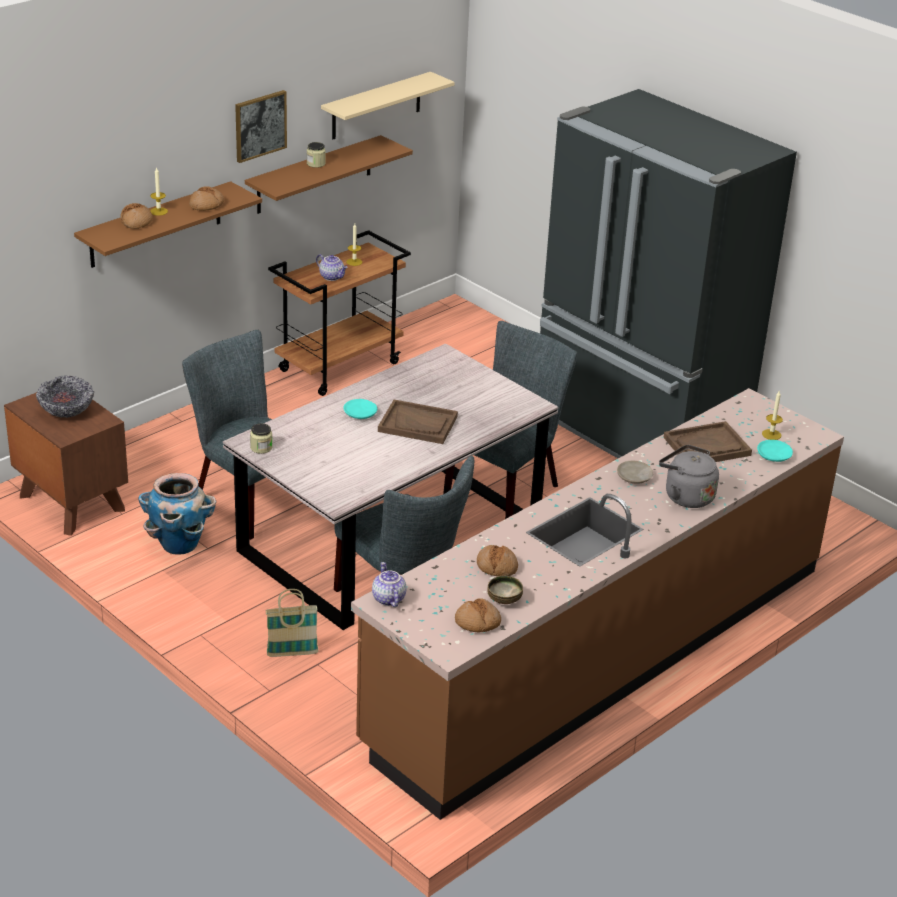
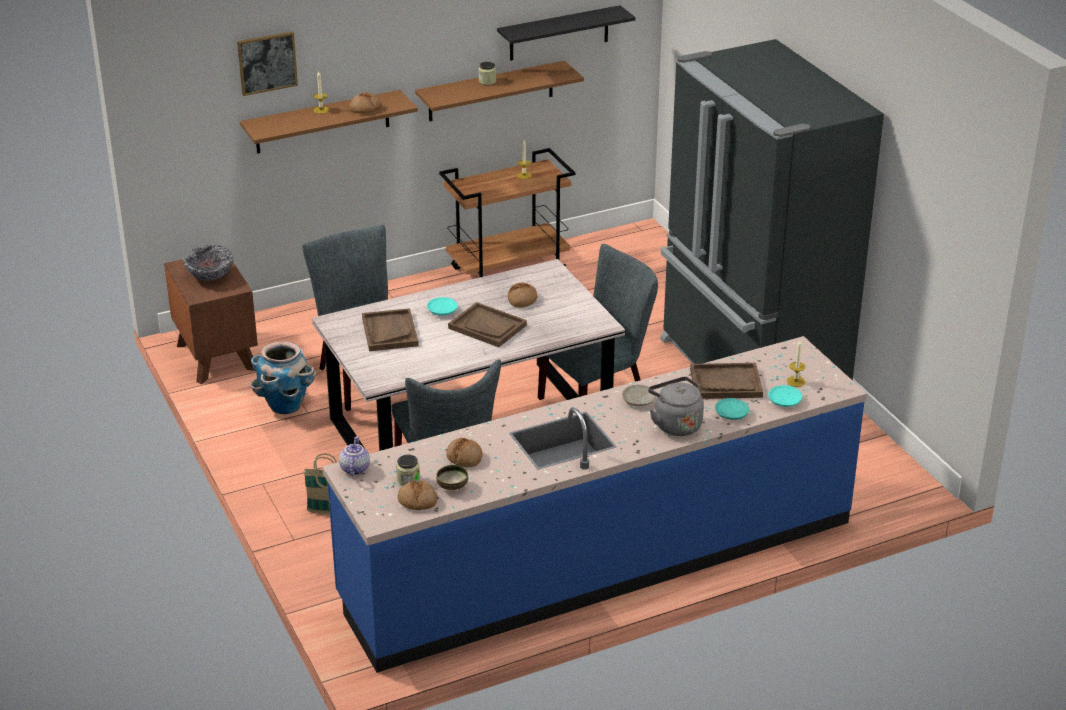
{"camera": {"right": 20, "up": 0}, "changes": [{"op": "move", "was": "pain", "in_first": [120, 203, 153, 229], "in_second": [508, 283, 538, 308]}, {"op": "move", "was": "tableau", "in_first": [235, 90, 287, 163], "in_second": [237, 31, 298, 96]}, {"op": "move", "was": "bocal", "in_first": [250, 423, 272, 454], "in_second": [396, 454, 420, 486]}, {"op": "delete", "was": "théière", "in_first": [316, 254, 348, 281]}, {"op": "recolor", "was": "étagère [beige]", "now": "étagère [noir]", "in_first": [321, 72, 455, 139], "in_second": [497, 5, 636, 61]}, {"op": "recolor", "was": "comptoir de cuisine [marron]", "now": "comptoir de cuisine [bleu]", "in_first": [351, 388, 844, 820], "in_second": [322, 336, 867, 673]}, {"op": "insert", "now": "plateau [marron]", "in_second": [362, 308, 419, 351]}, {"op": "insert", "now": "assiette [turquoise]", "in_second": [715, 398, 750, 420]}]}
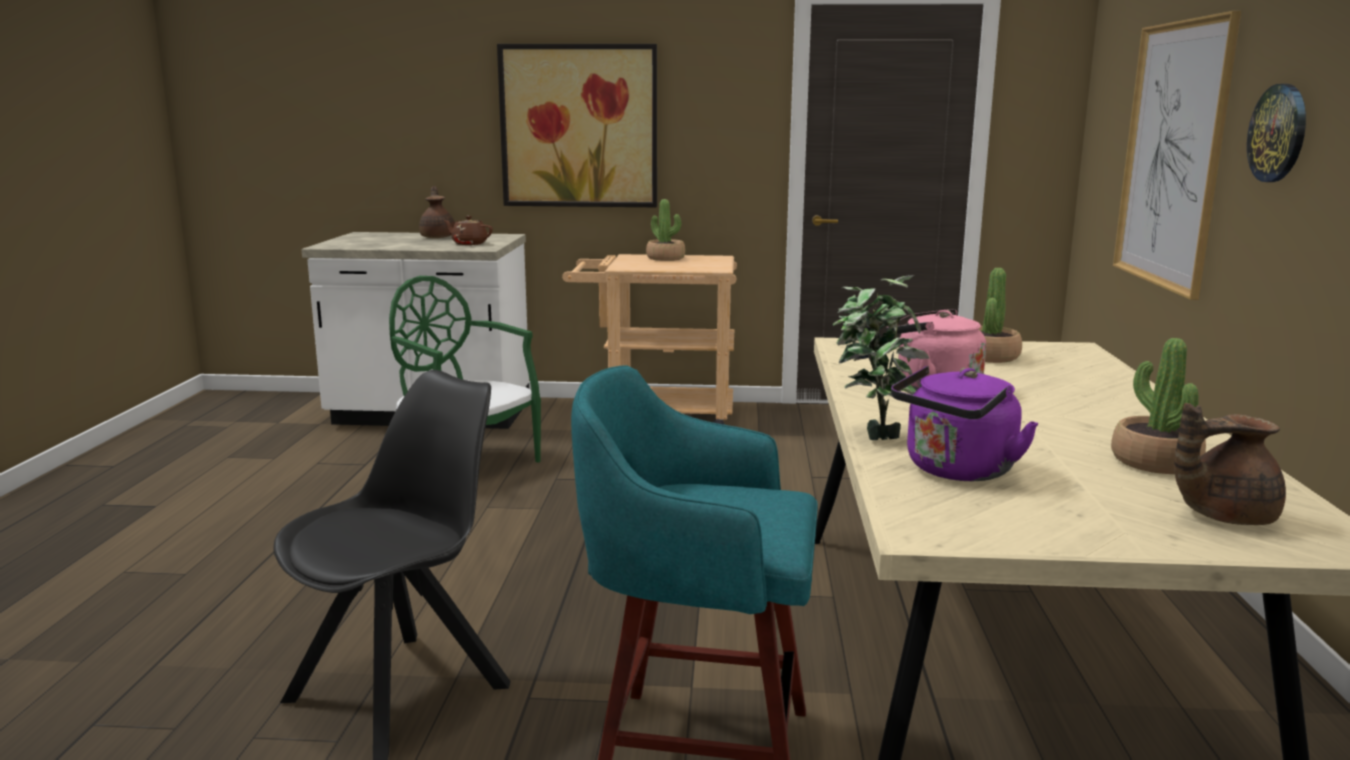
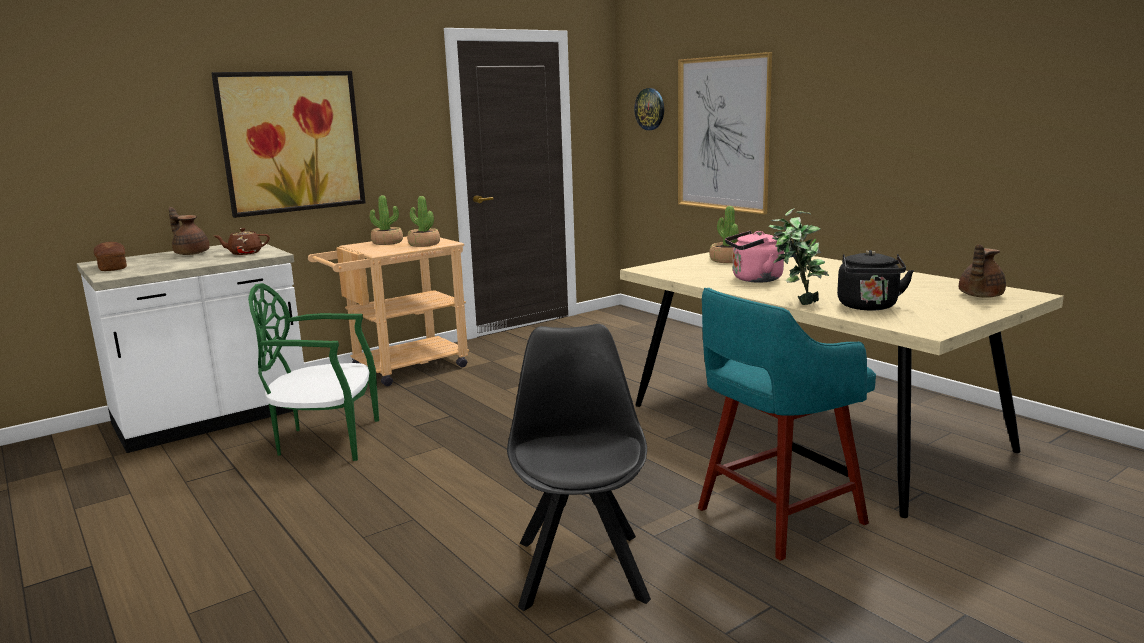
{"camera": {"right": -40, "up": 0}, "changes": [{"op": "recolor", "was": "bouilloire [violet]", "now": "bouilloire [noir]", "in_first": [891, 366, 1039, 481], "in_second": [837, 250, 914, 310]}, {"op": "move", "was": "plante en pot", "in_first": [1111, 338, 1206, 474], "in_second": [407, 196, 440, 247]}, {"op": "move", "was": "horloge murale", "in_first": [1247, 84, 1306, 182], "in_second": [634, 88, 664, 130]}, {"op": "insert", "now": "pain", "in_second": [94, 242, 127, 271]}]}
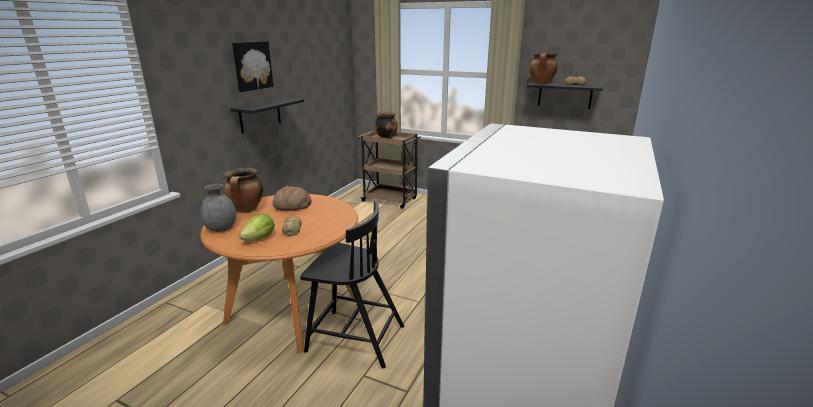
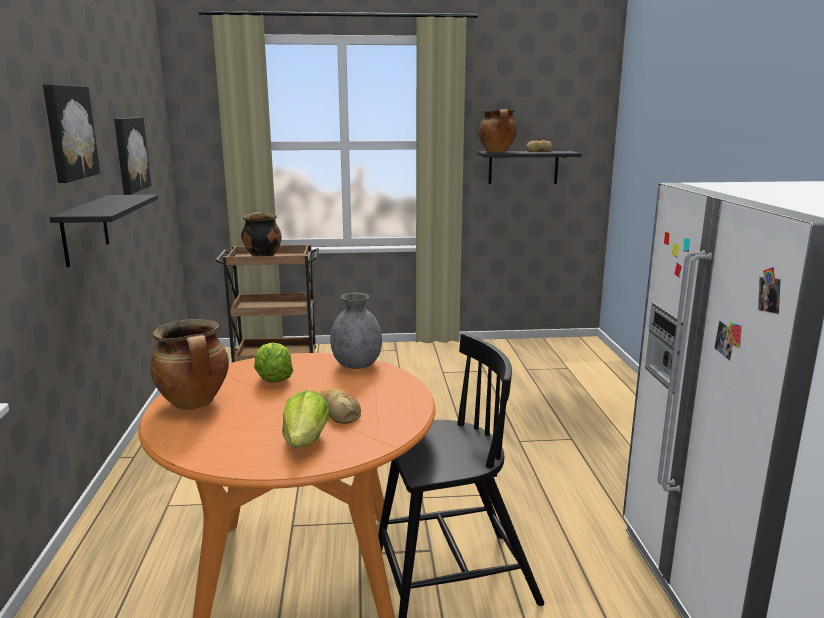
{"camera": {"right": -30, "up": -5}, "changes": [{"op": "move", "was": "vase [gris]", "in_first": [200, 184, 236, 232], "in_second": [330, 293, 382, 369]}, {"op": "replace", "was": "pain", "now": "laitue", "in_first": [273, 186, 312, 211], "in_second": [254, 342, 293, 383]}, {"op": "insert", "now": "tableau", "in_second": [114, 117, 151, 195]}]}
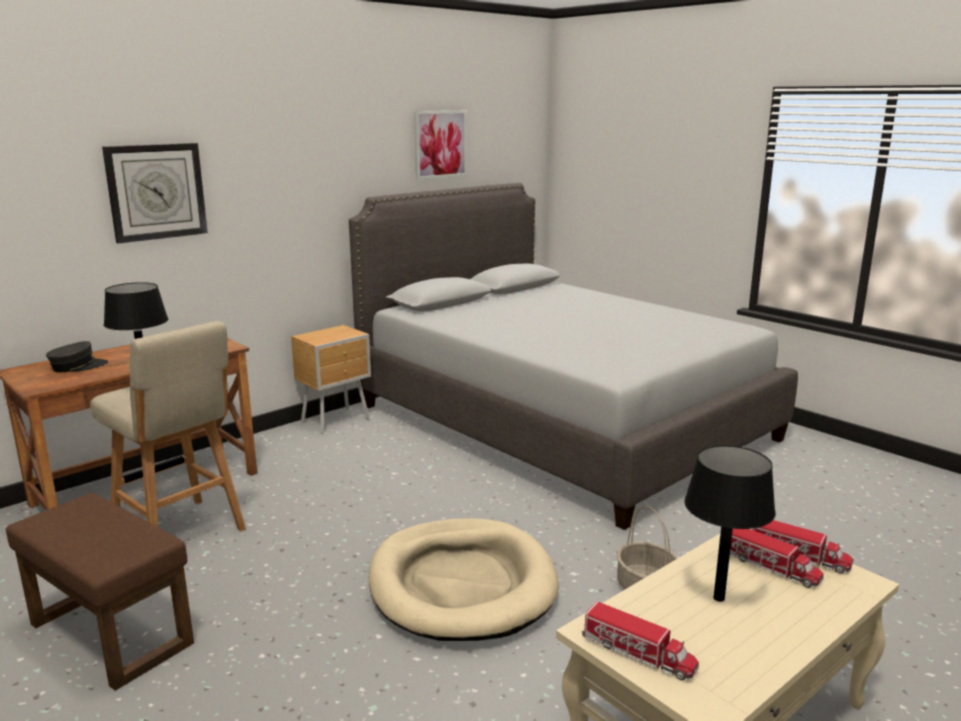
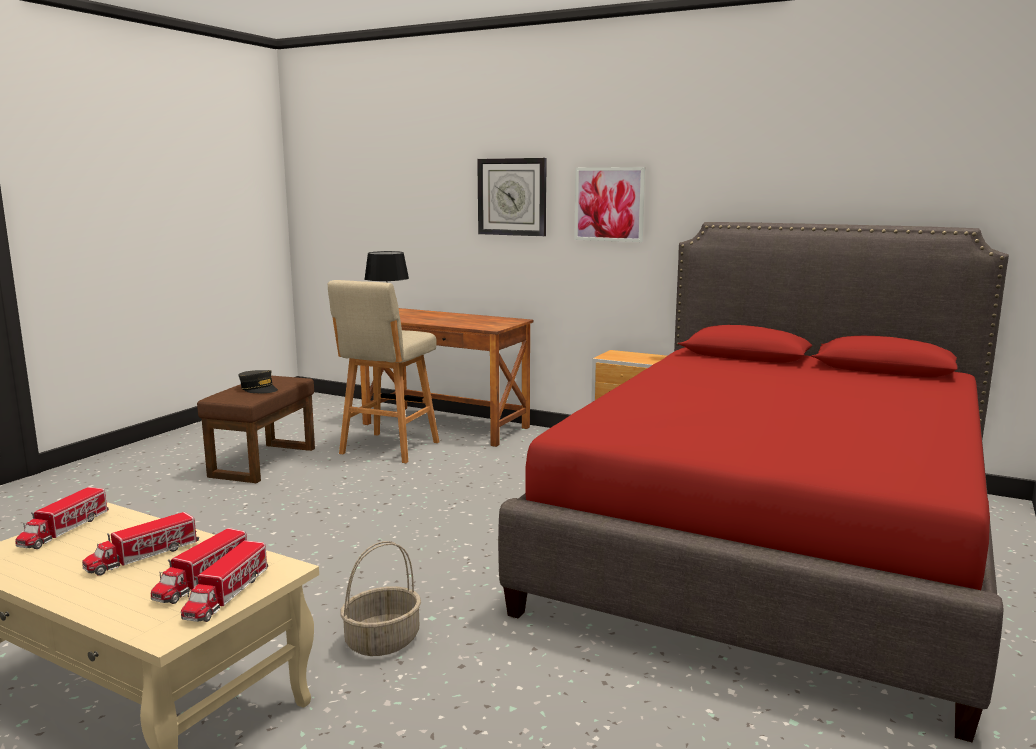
{"camera": {"right": 70, "up": -5}, "changes": [{"op": "move", "was": "casquette [gris]", "in_first": [46, 341, 108, 372], "in_second": [238, 370, 278, 393]}, {"op": "recolor", "was": "lit [gris]", "now": "lit [rouge]", "in_first": [349, 183, 798, 530], "in_second": [498, 222, 1009, 742]}, {"op": "delete", "was": "panier pour chien [beige]", "in_first": [368, 518, 559, 641]}, {"op": "move", "was": "tableau", "in_first": [414, 111, 467, 180], "in_second": [574, 167, 645, 242]}, {"op": "replace", "was": "lampe de table [noir]", "now": "camion jouet", "in_first": [684, 445, 776, 602], "in_second": [82, 512, 199, 576]}]}
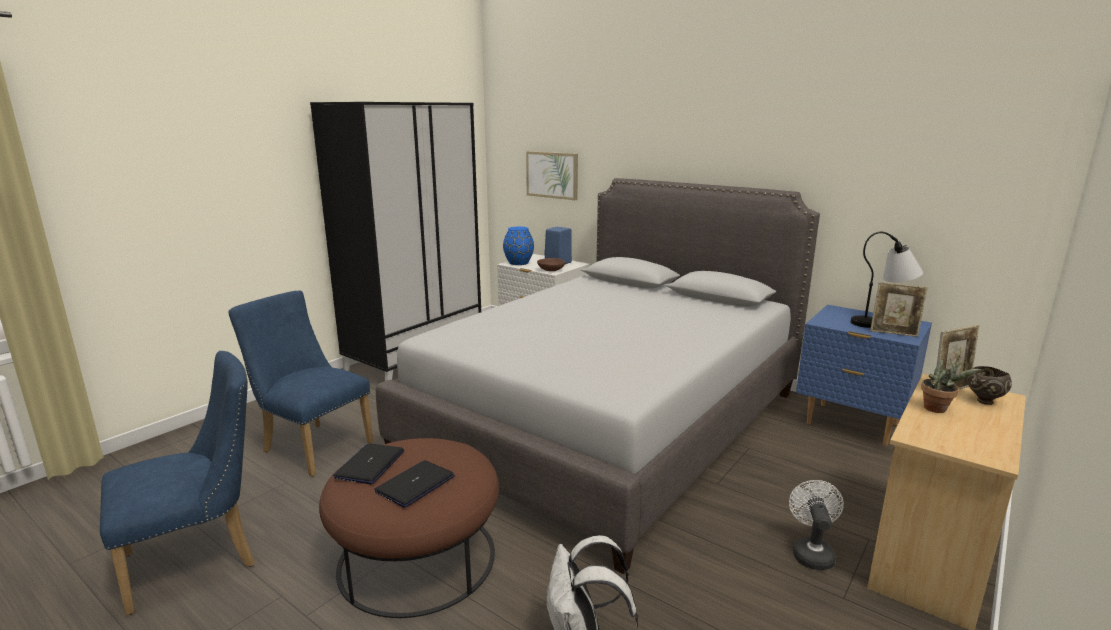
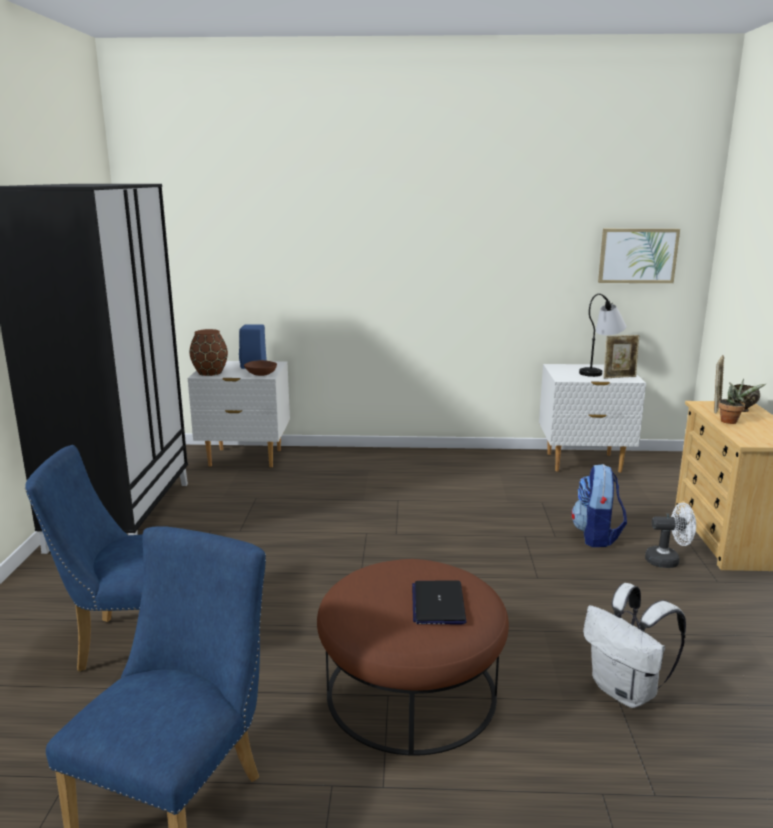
{"camera": {"right": -35, "up": 0}, "changes": [{"op": "delete", "was": "ordinateur portable", "in_first": [333, 443, 404, 484]}, {"op": "delete", "was": "lit [gris]", "in_first": [376, 178, 820, 574]}, {"op": "recolor", "was": "vase [bleu]", "now": "vase [marron]", "in_first": [503, 227, 534, 265], "in_second": [190, 329, 228, 376]}, {"op": "move", "was": "tableau", "in_first": [526, 151, 578, 200], "in_second": [598, 229, 680, 283]}, {"op": "rotate", "was": "ventilateur [blanc]", "in_first": [789, 480, 844, 570], "in_second": [645, 503, 696, 568], "clockwise": 120}, {"op": "recolor", "was": "table de chevet [bleu]", "now": "table de chevet [blanc]", "in_first": [796, 305, 932, 446], "in_second": [539, 364, 646, 473]}, {"op": "insert", "now": "sac à dos", "in_second": [571, 464, 627, 547]}]}
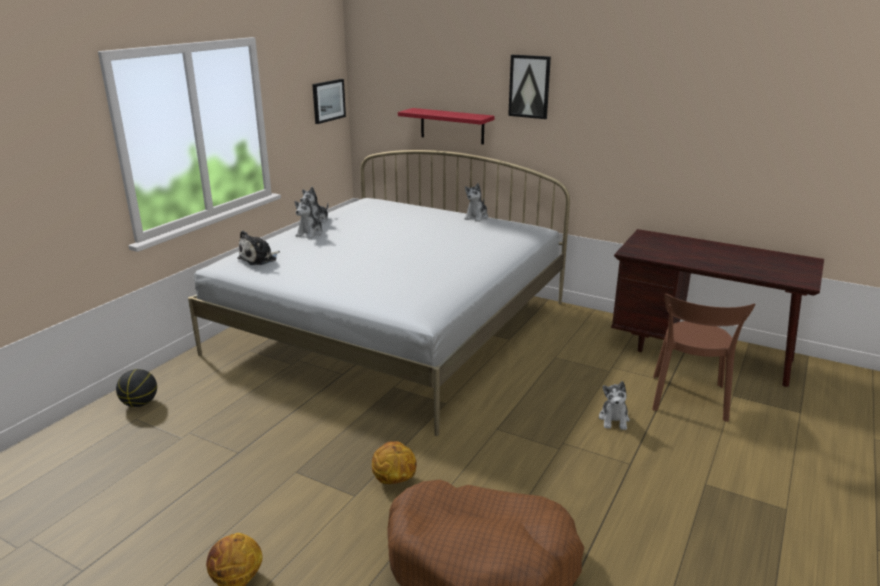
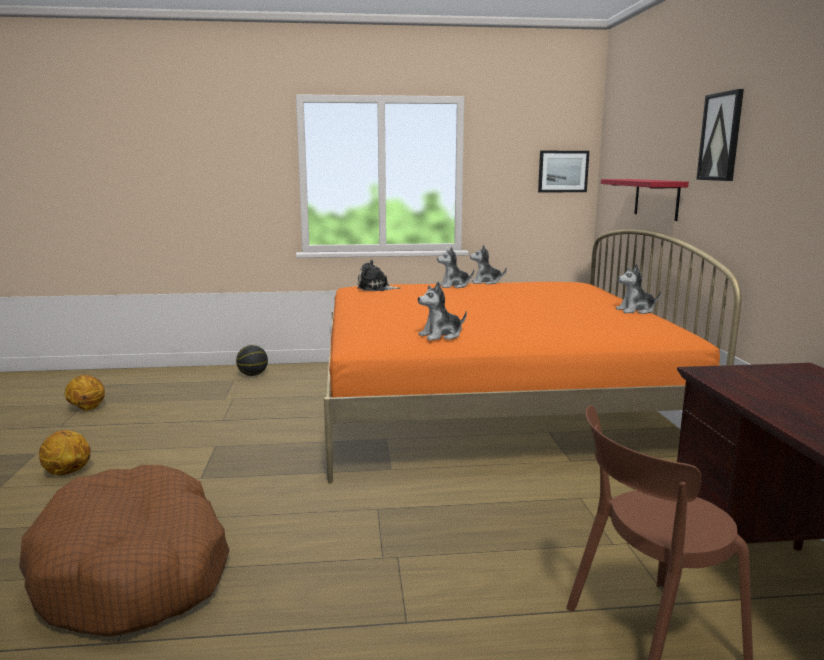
{"camera": {"right": 55, "up": -10}, "changes": [{"op": "recolor", "was": "lit [blanc]", "now": "lit [orange]", "in_first": [188, 150, 570, 436], "in_second": [324, 229, 742, 483]}, {"op": "move", "was": "ballon de basket", "in_first": [372, 441, 417, 484], "in_second": [65, 375, 105, 411]}, {"op": "move", "was": "peluche", "in_first": [599, 381, 630, 430], "in_second": [418, 281, 467, 340]}]}
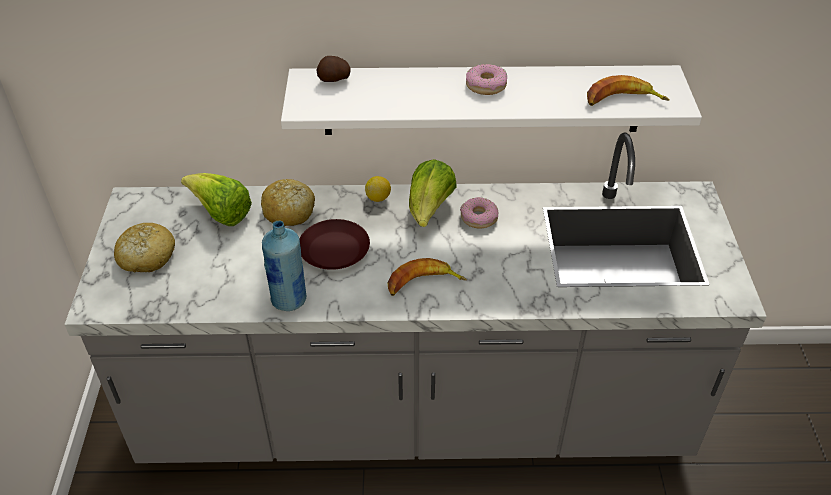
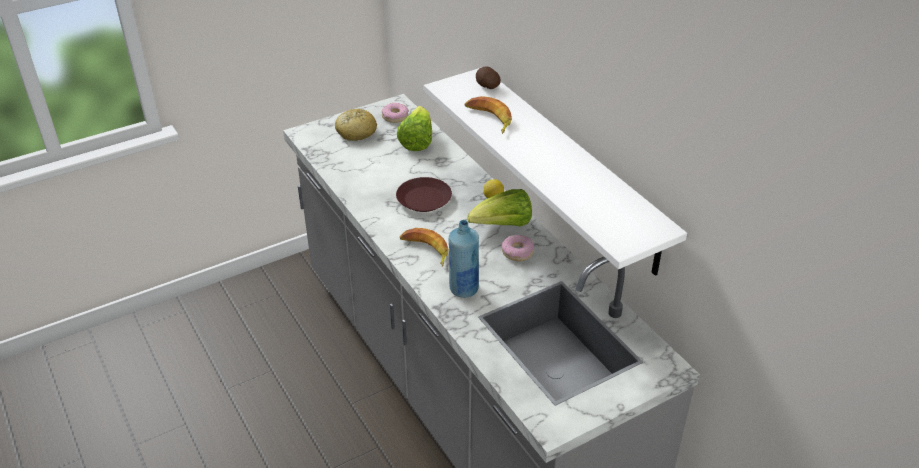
{"camera": {"right": 60, "up": -5}, "changes": [{"op": "delete", "was": "pain", "in_first": [261, 179, 315, 226]}, {"op": "move", "was": "bouteille [bleu]", "in_first": [262, 220, 306, 311], "in_second": [449, 220, 479, 298]}, {"op": "move", "was": "beignet", "in_first": [466, 64, 507, 95], "in_second": [382, 103, 409, 123]}, {"op": "move", "was": "banane", "in_first": [587, 75, 670, 106], "in_second": [465, 96, 512, 134]}]}
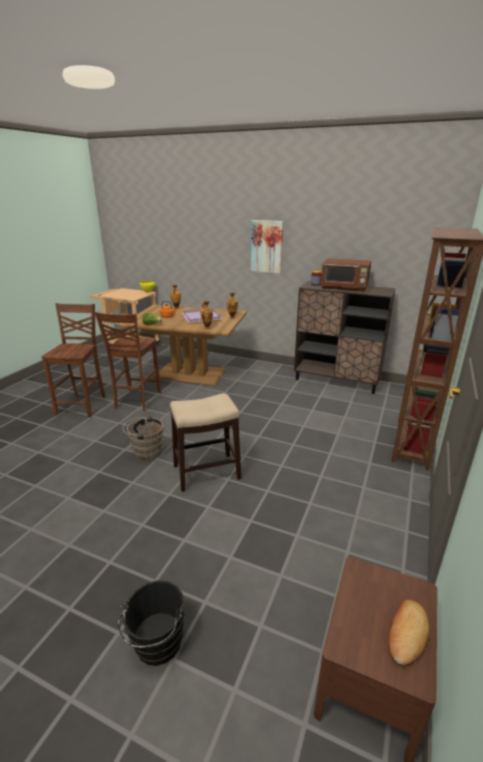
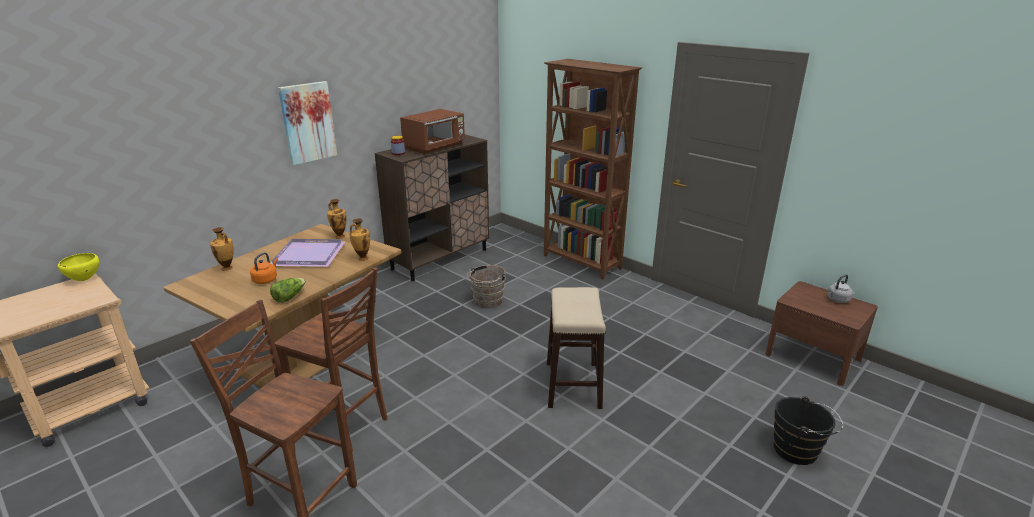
{"camera": {"right": -70, "up": 0}, "changes": [{"op": "move", "was": "seau [marron]", "in_first": [123, 416, 164, 461], "in_second": [467, 265, 506, 308]}, {"op": "replace", "was": "pain", "now": "bouilloire [gris]", "in_first": [388, 600, 430, 665], "in_second": [827, 274, 853, 303]}]}
